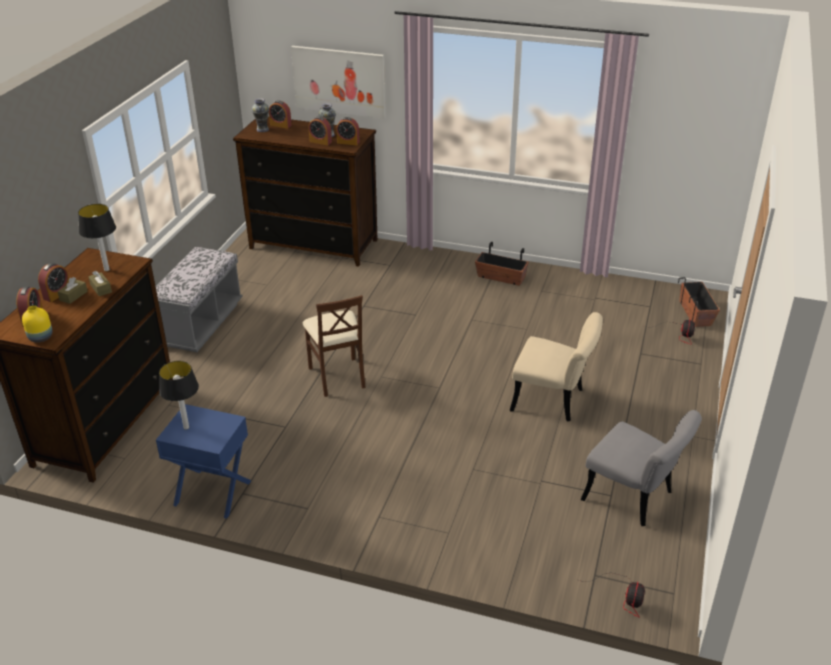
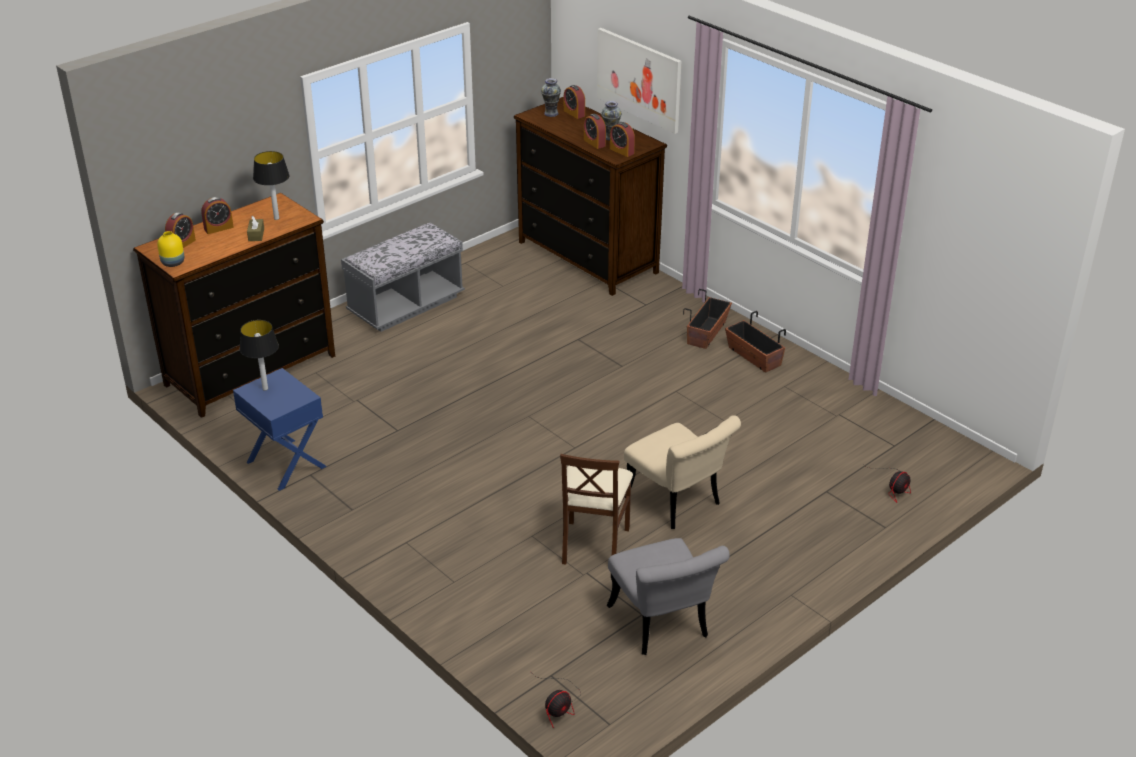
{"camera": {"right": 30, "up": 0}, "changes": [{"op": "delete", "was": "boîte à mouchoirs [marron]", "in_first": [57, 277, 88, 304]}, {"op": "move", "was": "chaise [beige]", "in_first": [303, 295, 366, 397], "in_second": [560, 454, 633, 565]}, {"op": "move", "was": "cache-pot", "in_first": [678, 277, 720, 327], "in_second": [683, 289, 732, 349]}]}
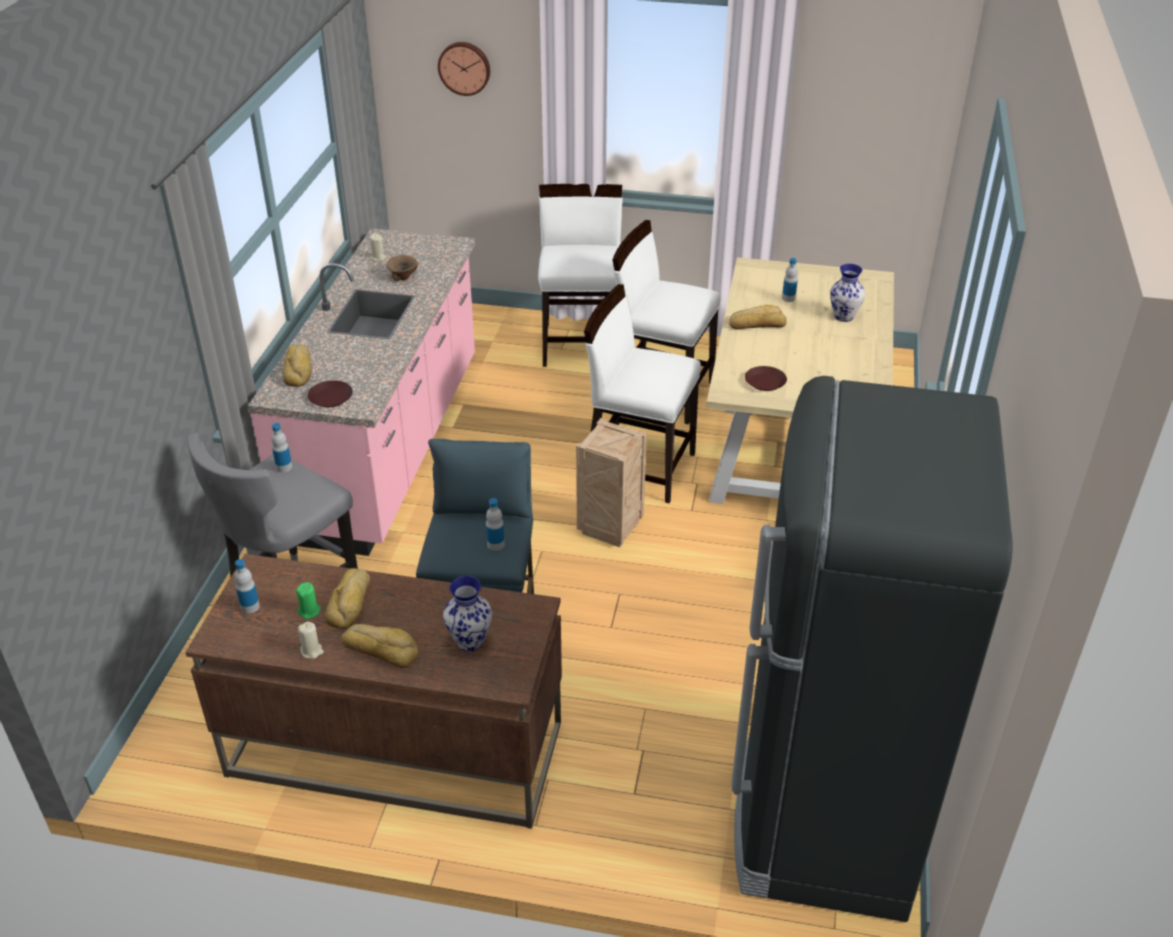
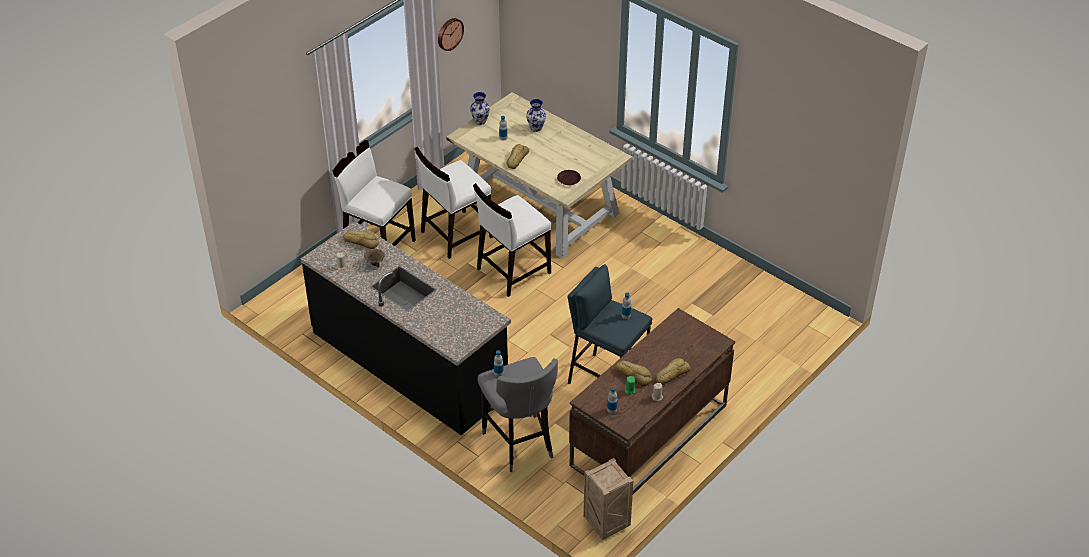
{"camera": {"right": -60, "up": 5}, "changes": [{"op": "recolor", "was": "comptoir de cuisine [rose]", "now": "comptoir de cuisine [noir]", "in_first": [248, 228, 475, 556], "in_second": [301, 221, 511, 435]}, {"op": "move", "was": "pain", "in_first": [283, 344, 312, 387], "in_second": [343, 230, 379, 249]}, {"op": "delete", "was": "assiette [marron]", "in_first": [308, 380, 353, 407]}, {"op": "move", "was": "horloge murale", "in_first": [438, 42, 490, 96], "in_second": [438, 18, 464, 51]}, {"op": "move", "was": "vase", "in_first": [443, 576, 492, 651], "in_second": [470, 92, 490, 125]}, {"op": "move", "was": "caisse", "in_first": [576, 418, 647, 547], "in_second": [583, 458, 633, 540]}, {"op": "delete", "was": "réfrigérateur [noir]", "in_first": [731, 376, 1013, 922]}]}
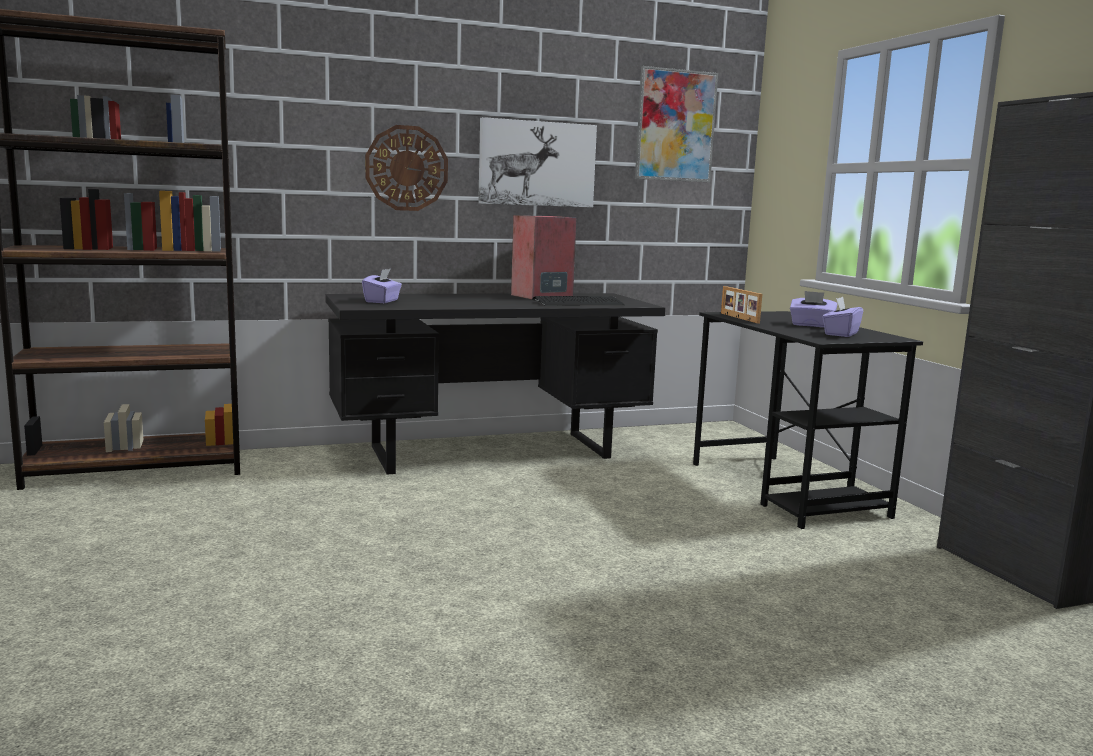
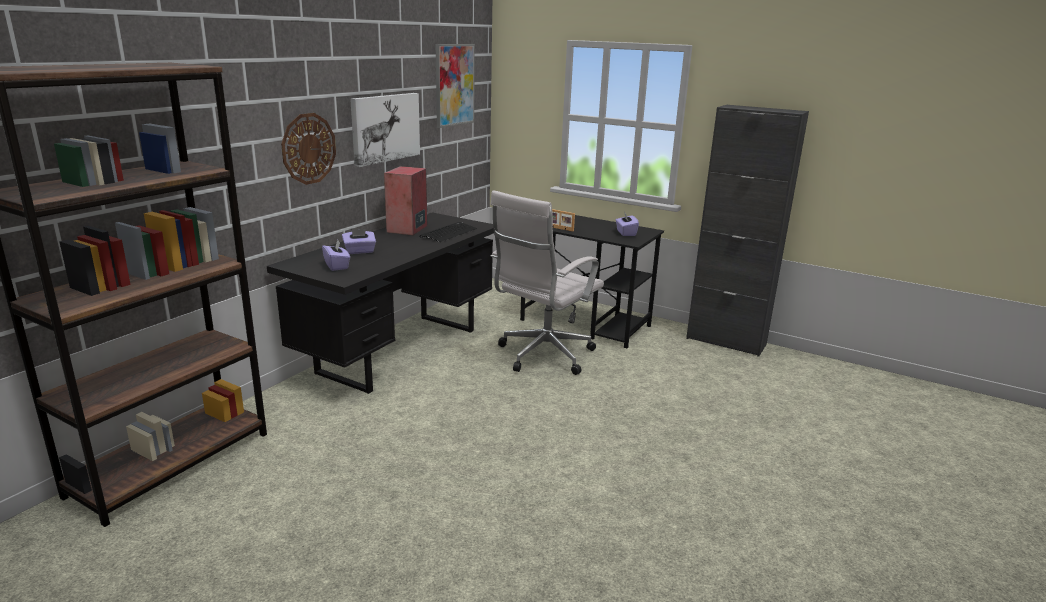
{"camera": {"right": -40, "up": 10}, "changes": [{"op": "move", "was": "boîte à mouchoirs [violet]", "in_first": [790, 291, 837, 328], "in_second": [342, 229, 376, 254]}, {"op": "insert", "now": "chaise de bureau [blanc]", "in_second": [490, 190, 604, 375]}]}
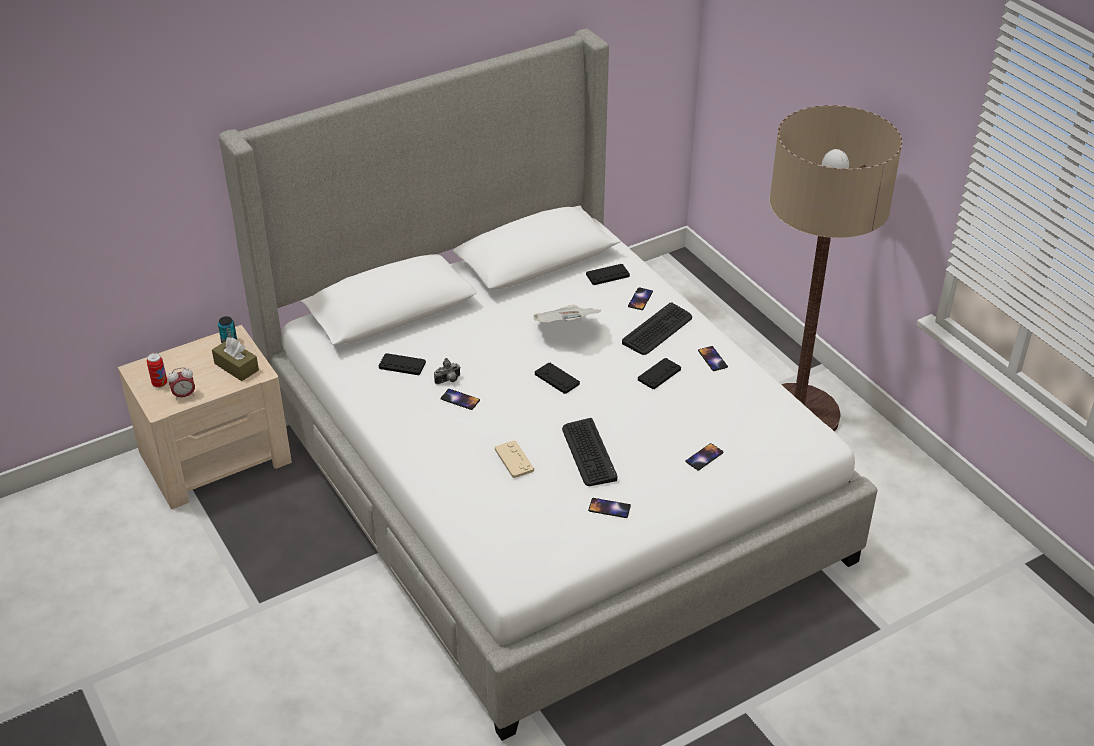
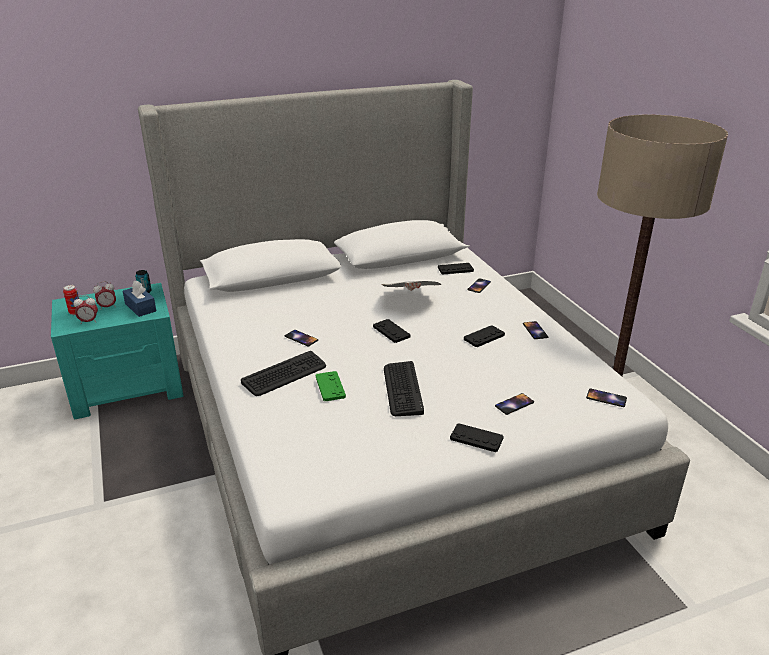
{"camera": {"right": 10, "up": -10}, "changes": [{"op": "recolor", "was": "table de chevet [beige]", "now": "table de chevet [turquoise]", "in_first": [118, 325, 292, 509], "in_second": [51, 283, 184, 419]}, {"op": "recolor", "was": "boîte à mouchoirs [marron]", "now": "boîte à mouchoirs [bleu]", "in_first": [212, 338, 259, 381], "in_second": [123, 281, 156, 317]}, {"op": "move", "was": "manette [noir]", "in_first": [379, 353, 426, 375], "in_second": [450, 423, 504, 452]}, {"op": "delete", "was": "appareil photo", "in_first": [434, 358, 461, 384]}, {"op": "recolor", "was": "manette [beige]", "now": "manette [vert]", "in_first": [495, 441, 534, 478], "in_second": [316, 371, 346, 401]}, {"op": "move", "was": "téléphone", "in_first": [588, 498, 631, 518], "in_second": [586, 388, 627, 407]}, {"op": "move", "was": "clavier", "in_first": [622, 302, 692, 355], "in_second": [241, 351, 326, 396]}, {"op": "insert", "now": "réveil", "in_second": [93, 281, 116, 309]}]}
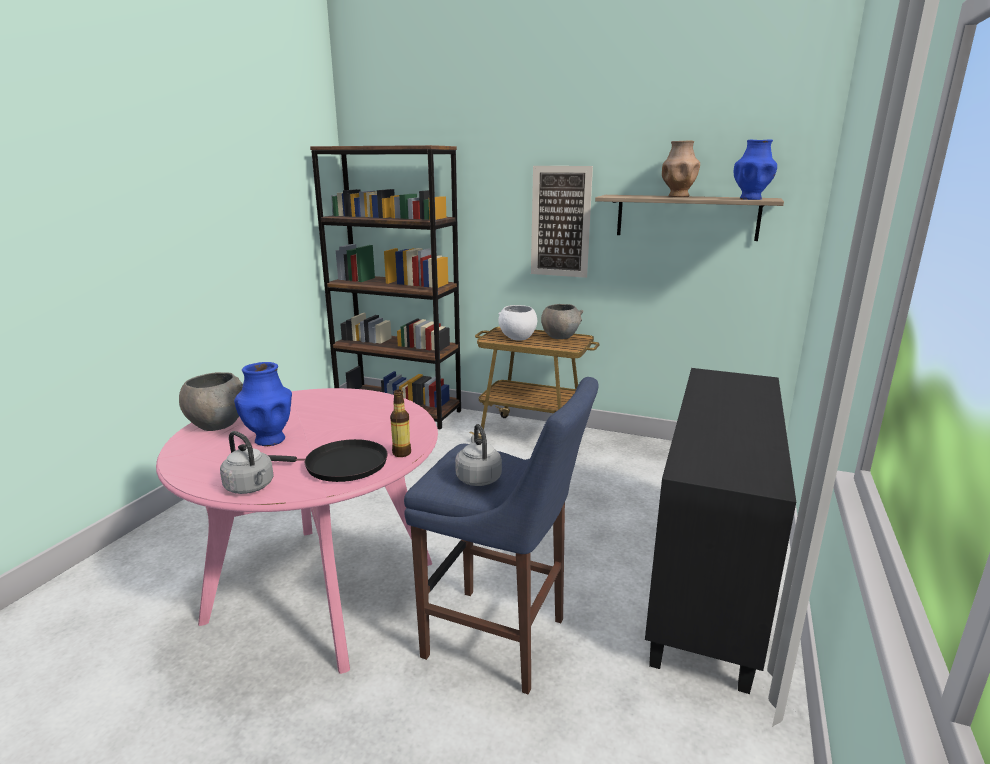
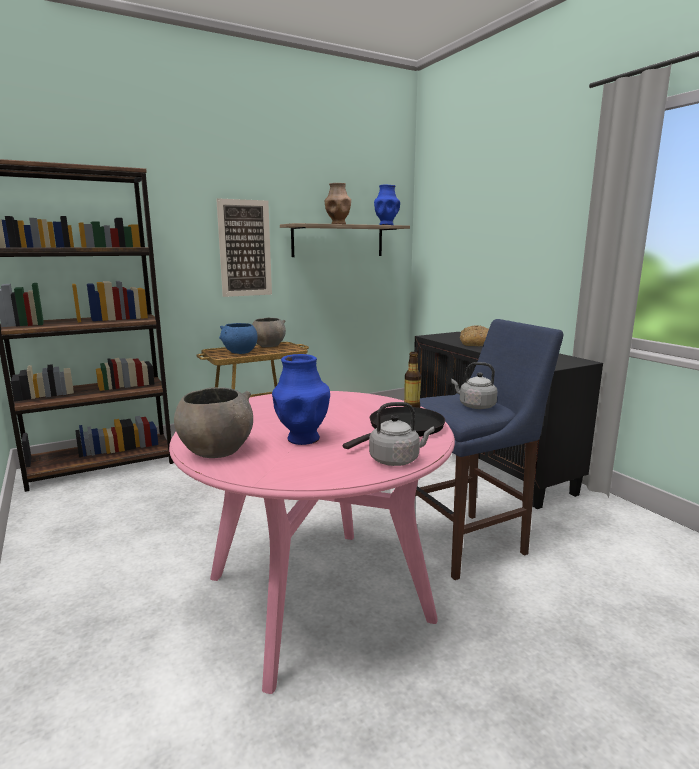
{"camera": {"right": -50, "up": -5}, "changes": [{"op": "recolor", "was": "bol [blanc]", "now": "bol [bleu]", "in_first": [498, 305, 537, 341], "in_second": [219, 323, 258, 354]}, {"op": "insert", "now": "pain", "in_second": [460, 325, 489, 346]}]}
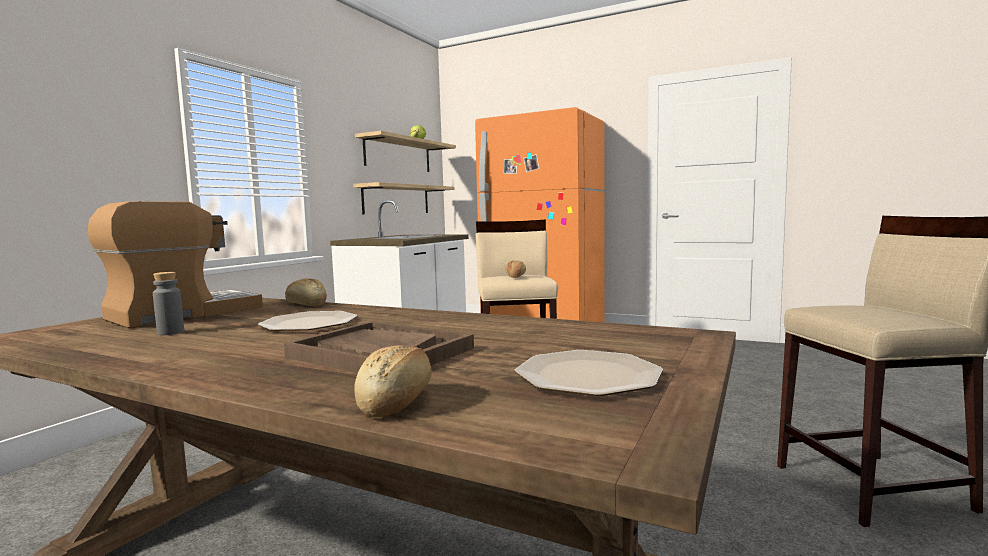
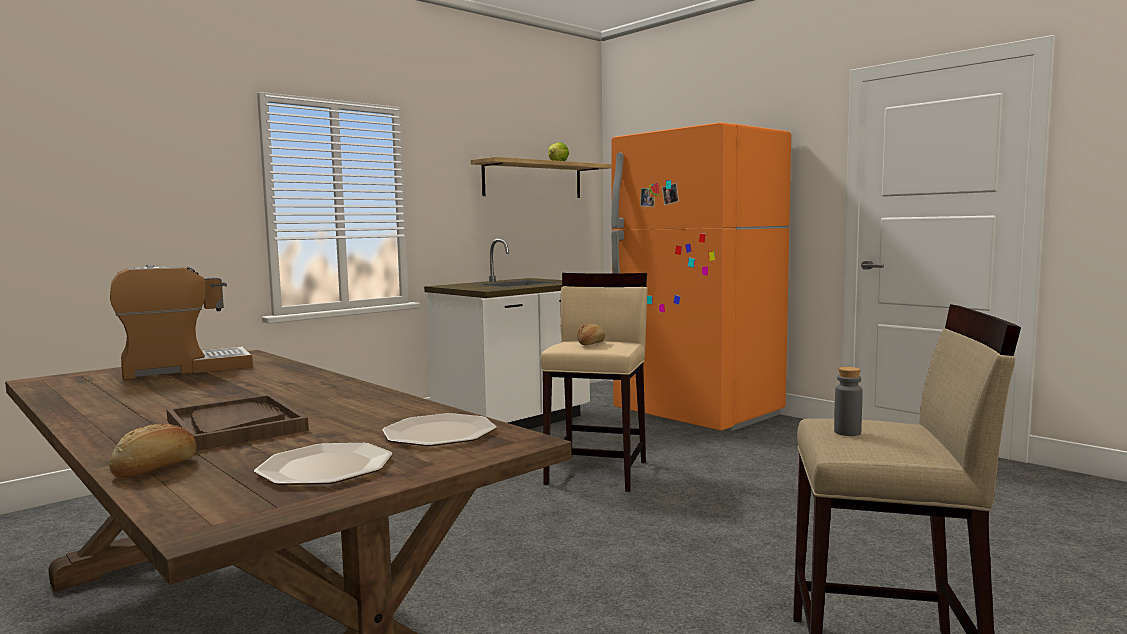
{"camera": {"right": 20, "up": 0}, "changes": [{"op": "move", "was": "bouteille [gris]", "in_first": [153, 272, 184, 335], "in_second": [834, 367, 863, 436]}, {"op": "move", "was": "assiette", "in_first": [258, 311, 358, 331], "in_second": [382, 413, 497, 446]}, {"op": "delete", "was": "pain", "in_first": [285, 279, 327, 307]}, {"op": "delete", "was": "étagère", "in_first": [353, 182, 455, 214]}]}
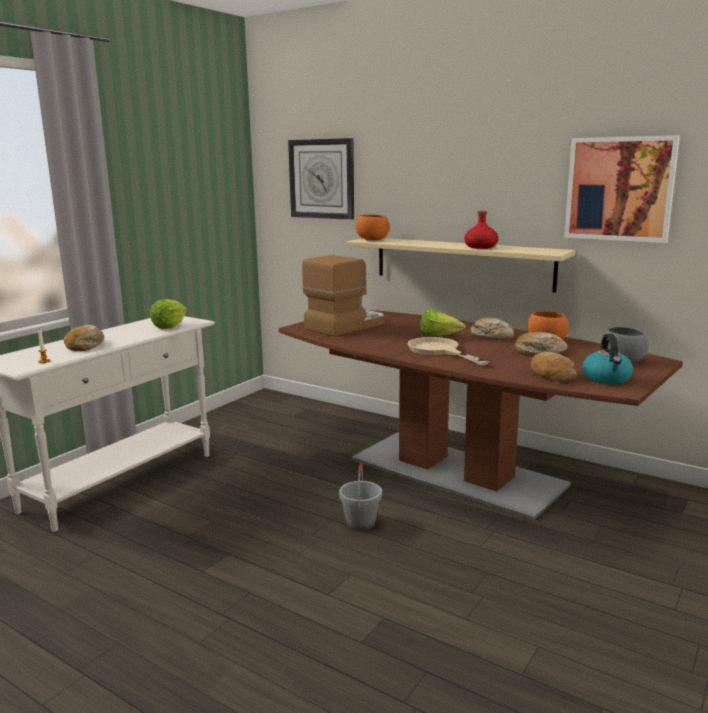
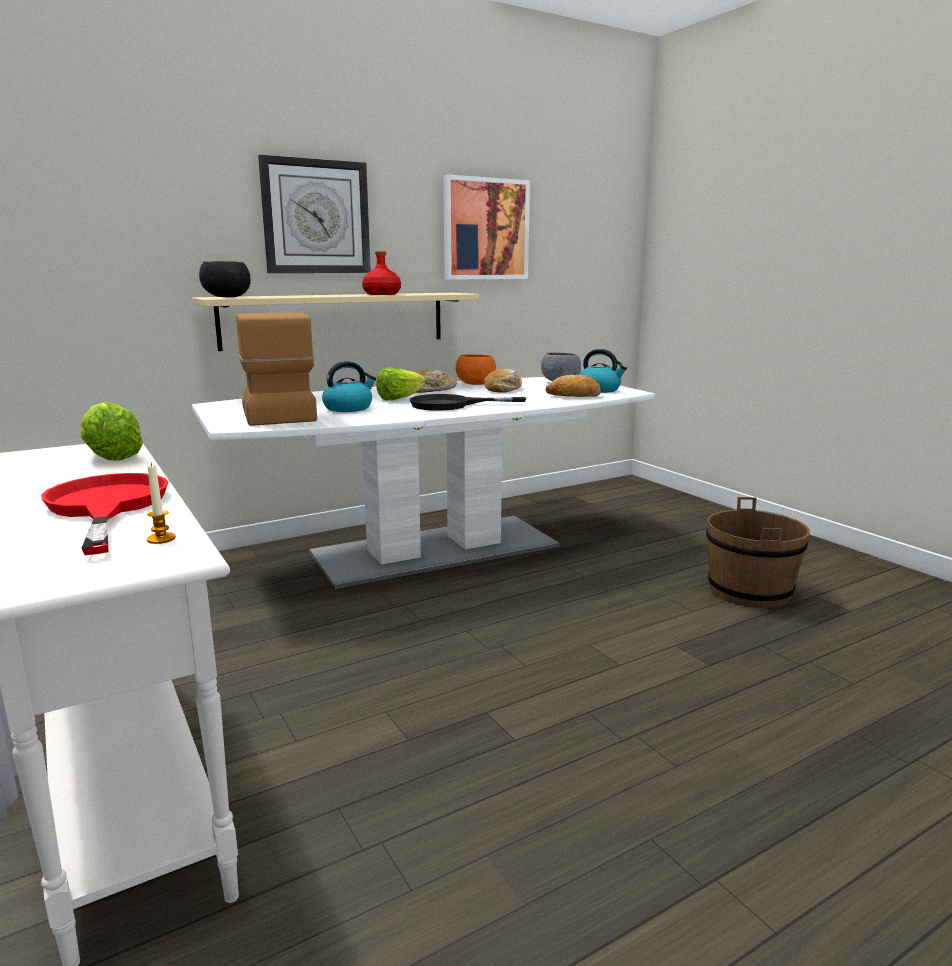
{"camera": {"right": -65, "up": 0}, "changes": [{"op": "replace", "was": "pain", "now": "poêle [rouge]", "in_first": [64, 325, 104, 351], "in_second": [41, 473, 168, 555]}, {"op": "recolor", "was": "table à manger [marron]", "now": "table à manger [blanc]", "in_first": [279, 309, 683, 521], "in_second": [192, 377, 655, 589]}, {"op": "move", "was": "horloge murale", "in_first": [288, 138, 354, 220], "in_second": [258, 155, 371, 273]}, {"op": "delete", "was": "seau [gris]", "in_first": [339, 463, 382, 531]}, {"op": "recolor", "was": "bol [orange]", "now": "bol [noir]", "in_first": [356, 215, 390, 241], "in_second": [199, 261, 251, 297]}, {"op": "recolor", "was": "poêle [beige]", "now": "poêle [noir]", "in_first": [407, 337, 489, 365], "in_second": [409, 394, 526, 411]}, {"op": "insert", "now": "bouilloire", "in_second": [322, 361, 376, 412]}, {"op": "insert", "now": "seau [marron]", "in_second": [706, 497, 810, 608]}]}
